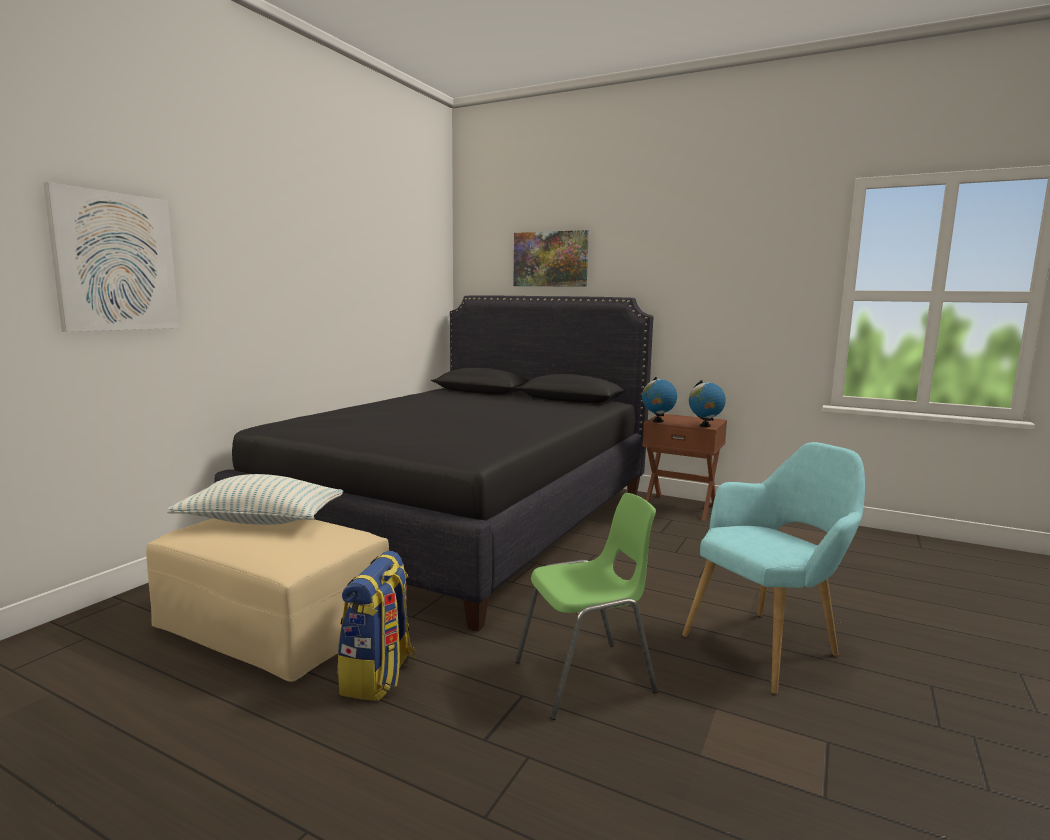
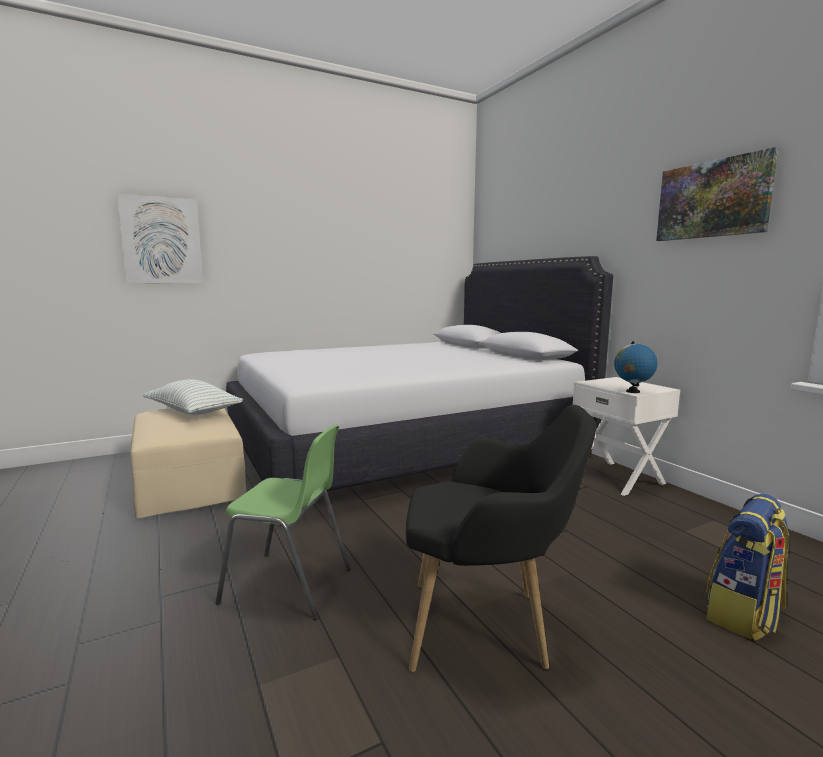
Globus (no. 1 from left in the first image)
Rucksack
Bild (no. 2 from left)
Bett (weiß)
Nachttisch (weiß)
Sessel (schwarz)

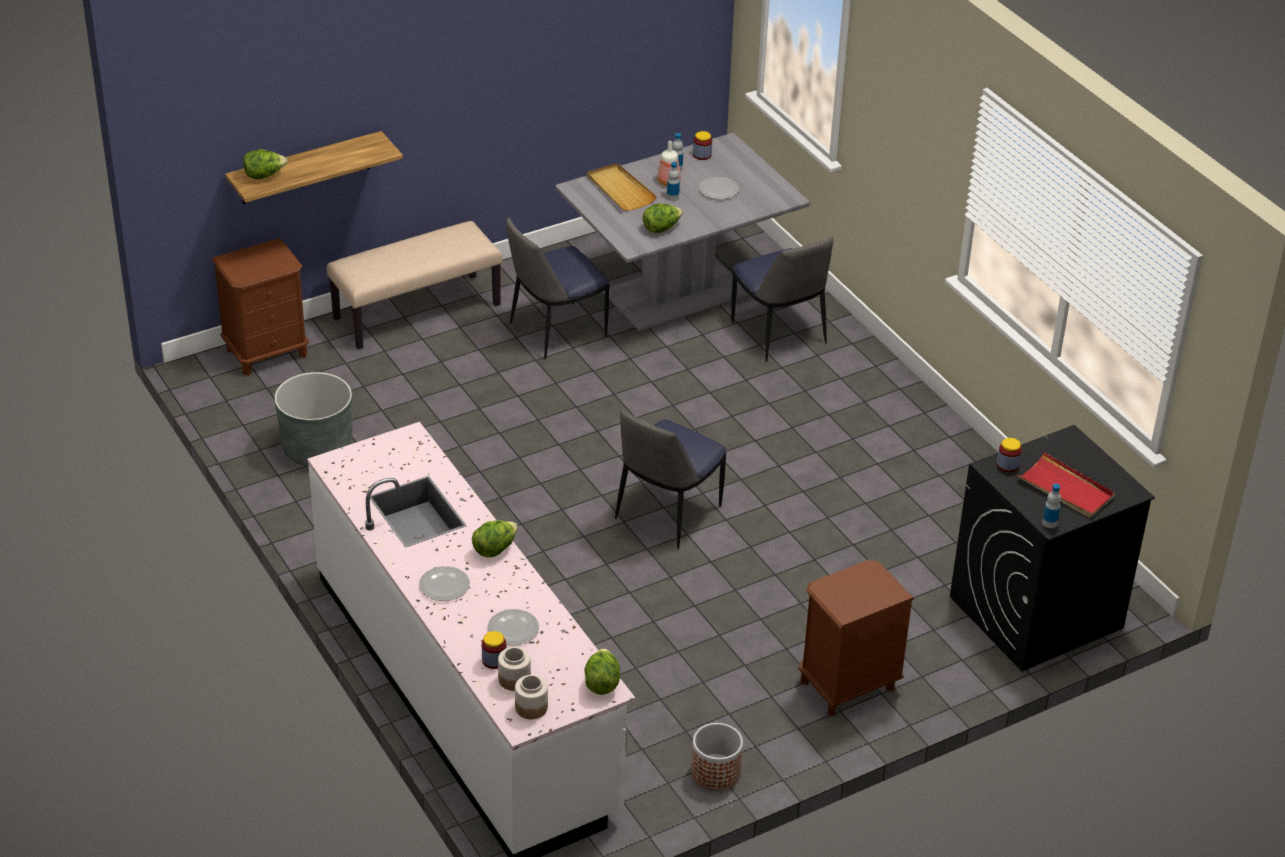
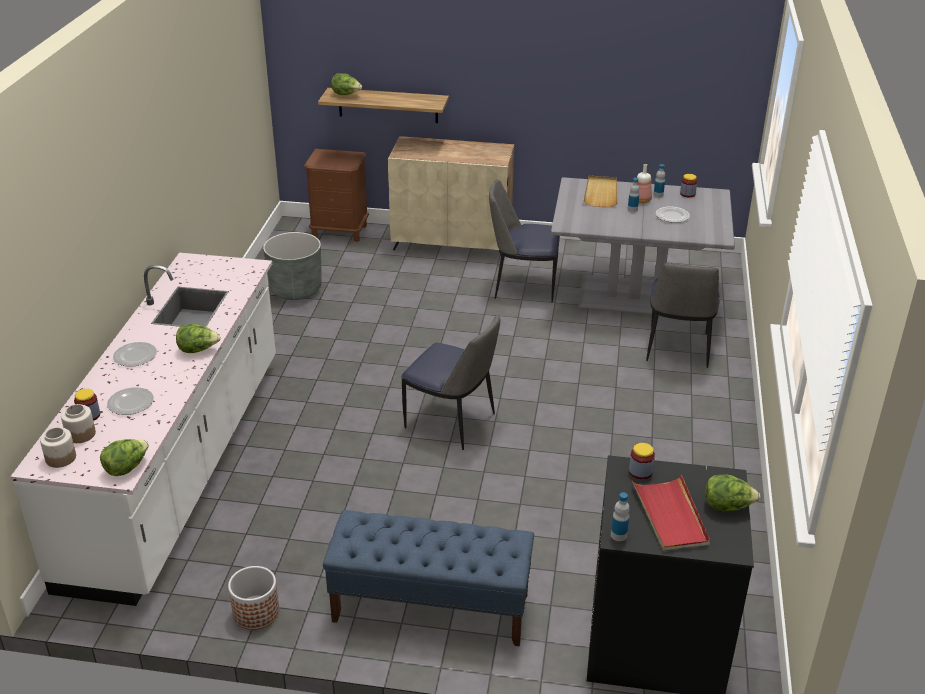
Salatkopf (no. 4 from left)
Schrank (beige)
Bank (blau)
Stuhl (no. 1 from left)

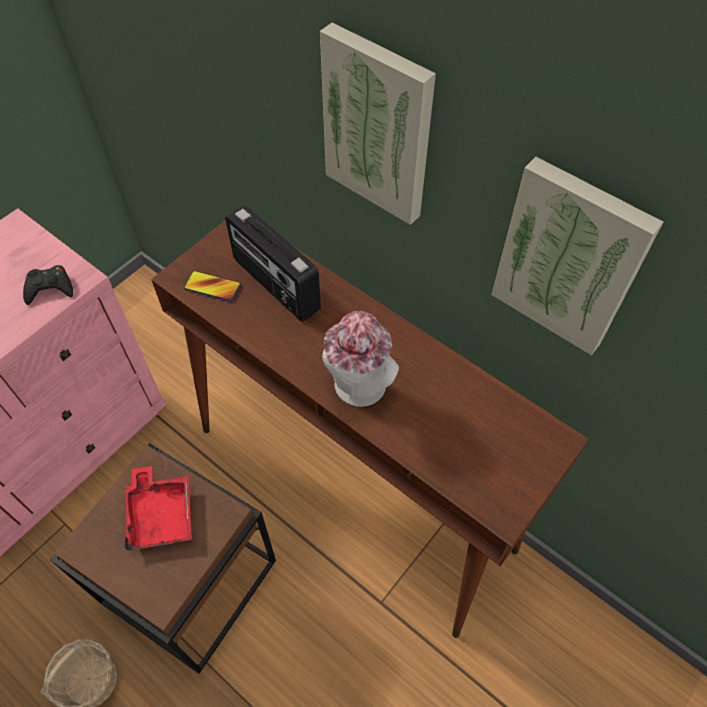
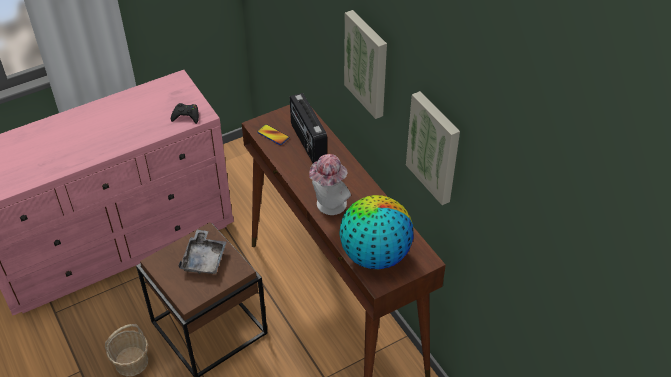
Globus
Tablett (grau)

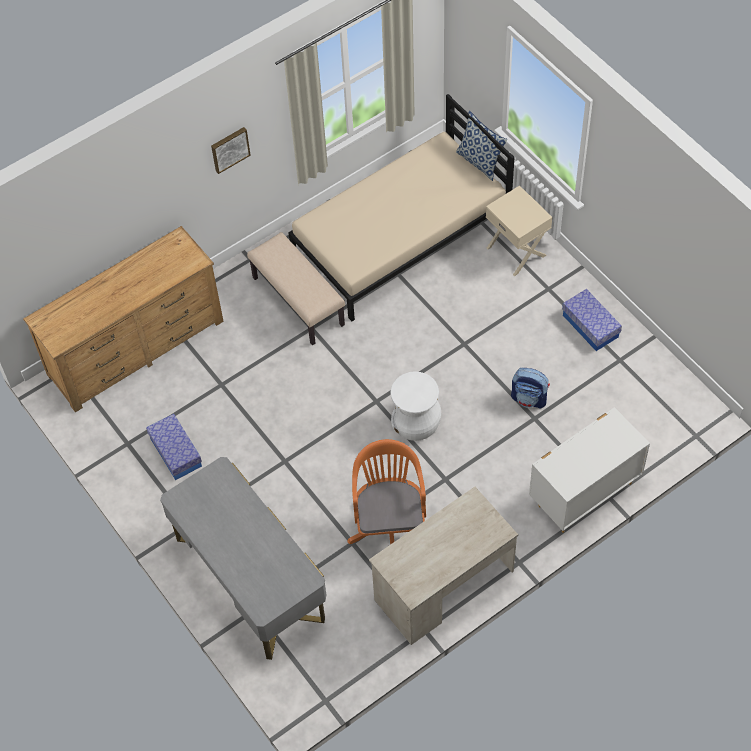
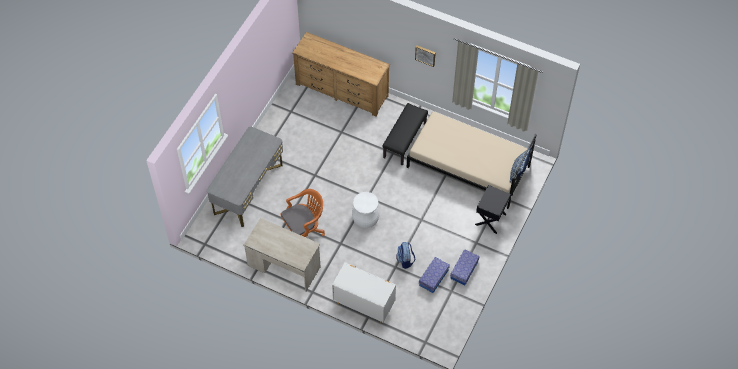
Aufbewahrungsbox (no. 1 from left)
Bank (schwarz)
Nachttisch (schwarz)

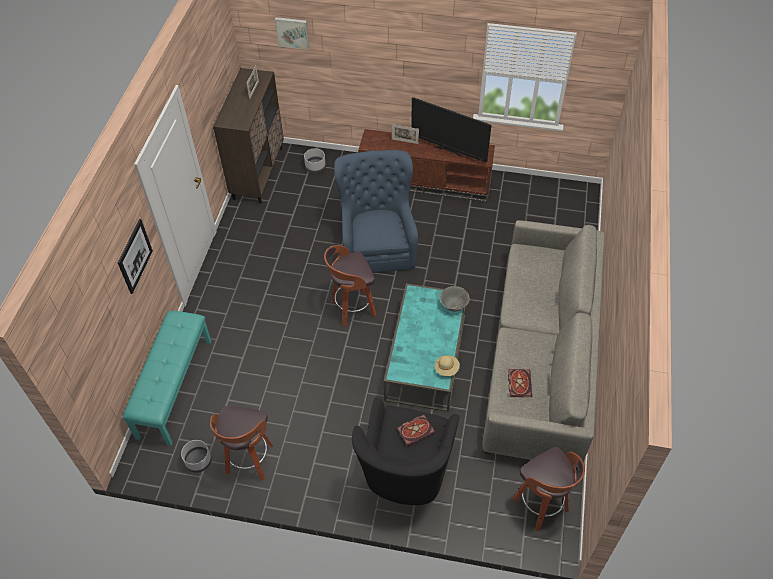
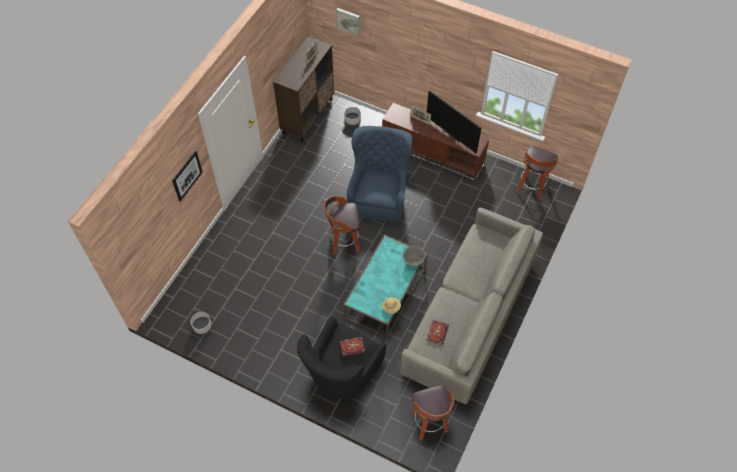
Bank (türkis)
Hocker (no. 3 from left)

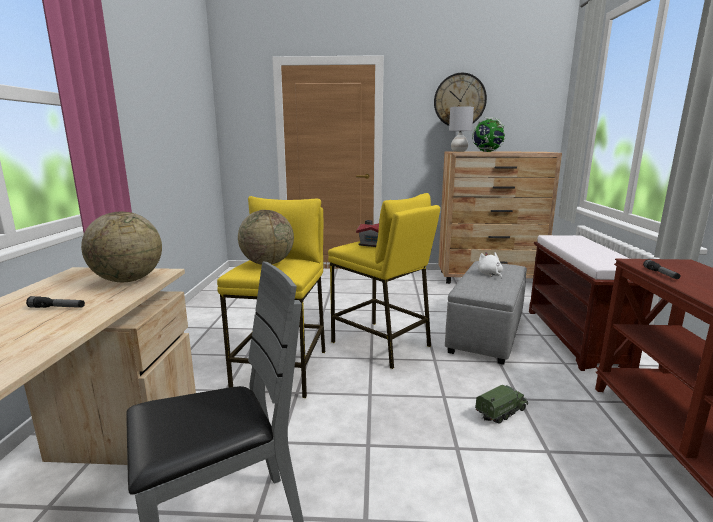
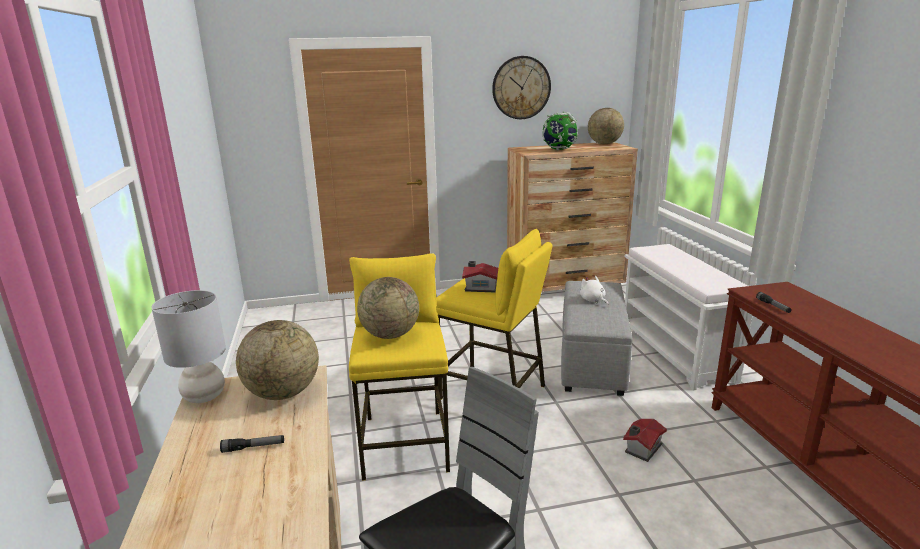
Globus (no. 4 from left)
Tischlampe (grau)
Spielzeughaus (no. 2 from left)
Bank (weiß)

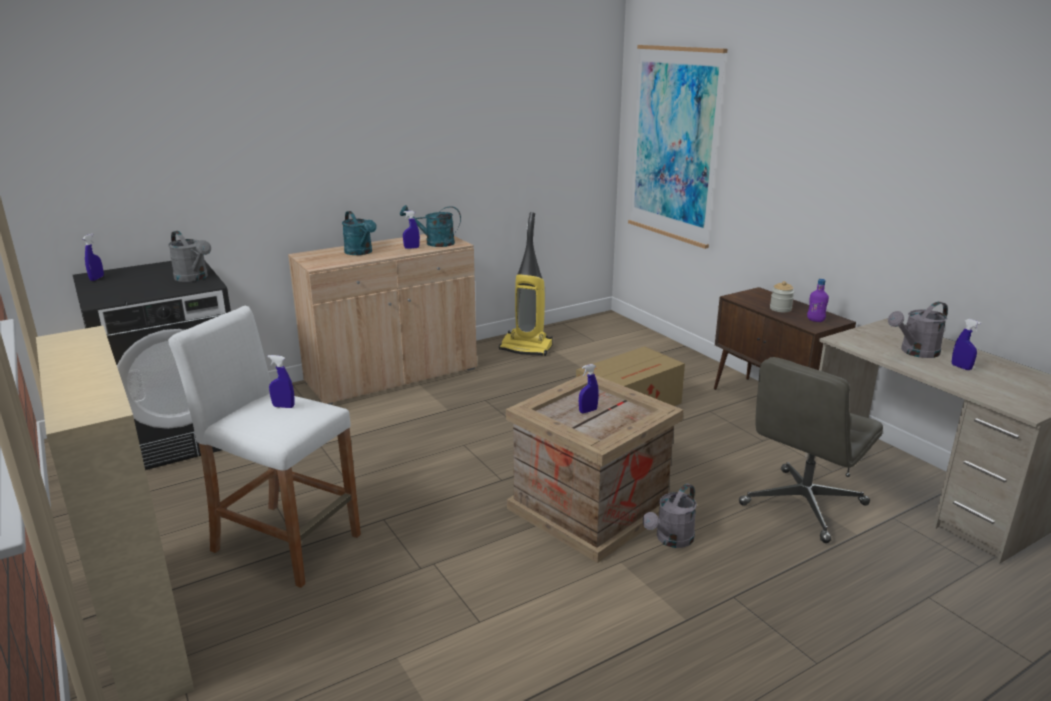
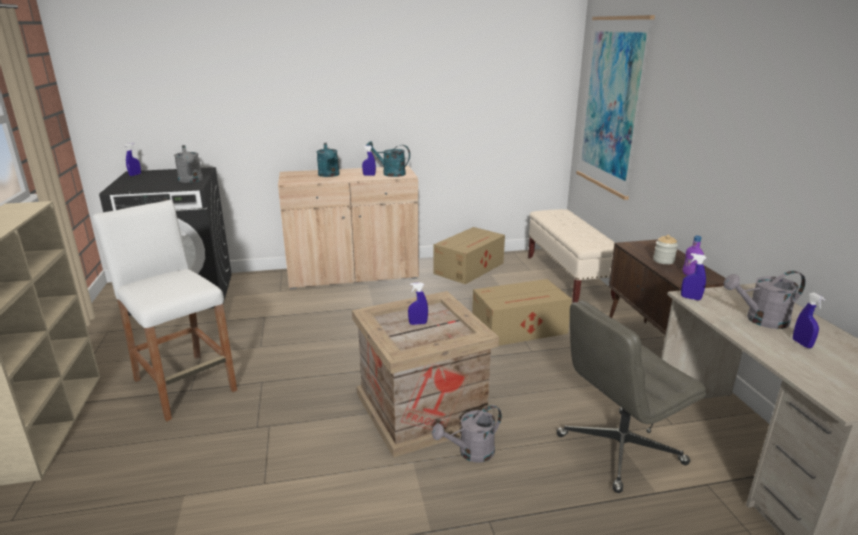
Bank (beige)
Sprühflasche (blau) (no. 4 from left)
Karton (no. 1 from left)

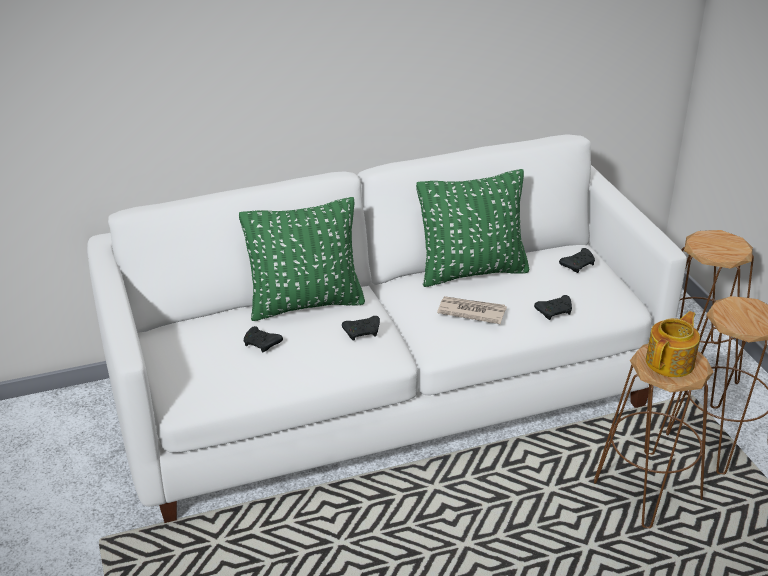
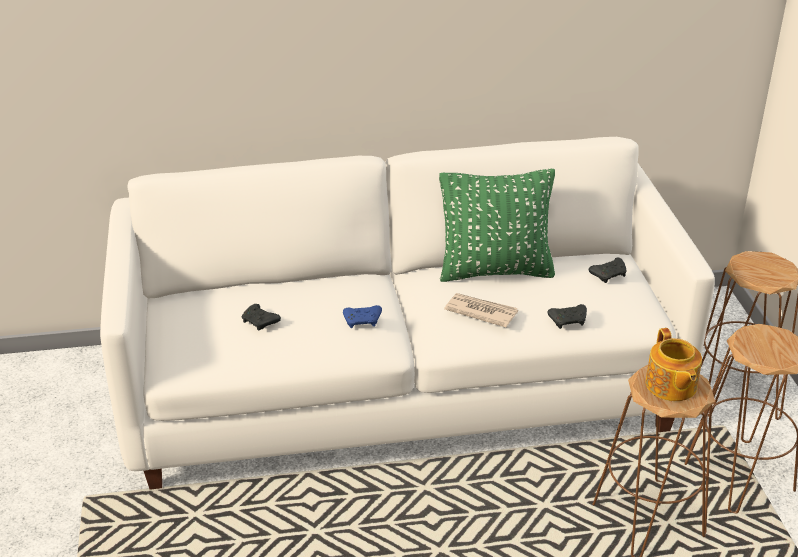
Kissen (grün) (no. 1 from left in the first image)
Gamepad (blau)
Teekanne

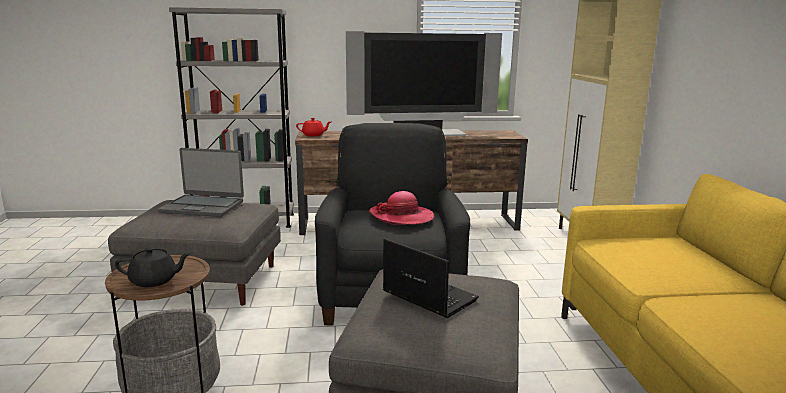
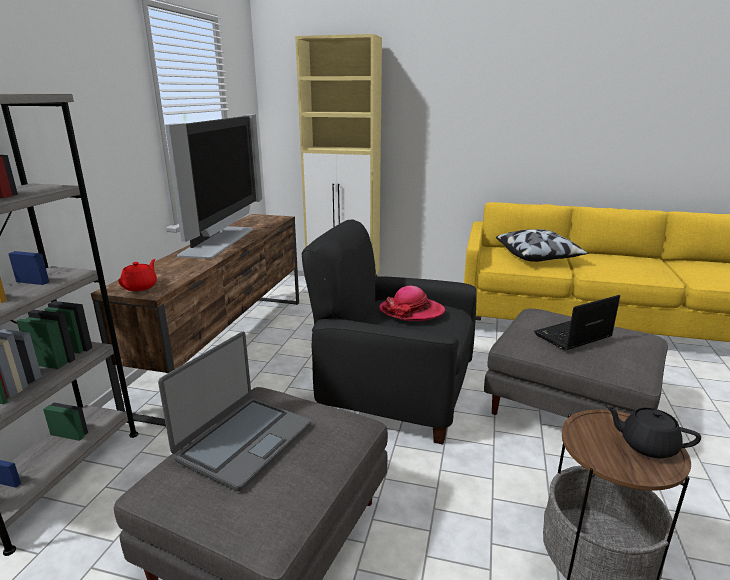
Kissen
Teekanne (schwarz)

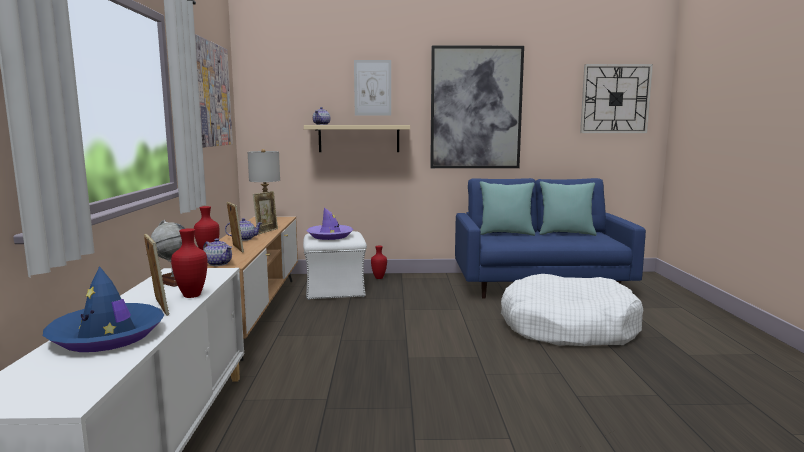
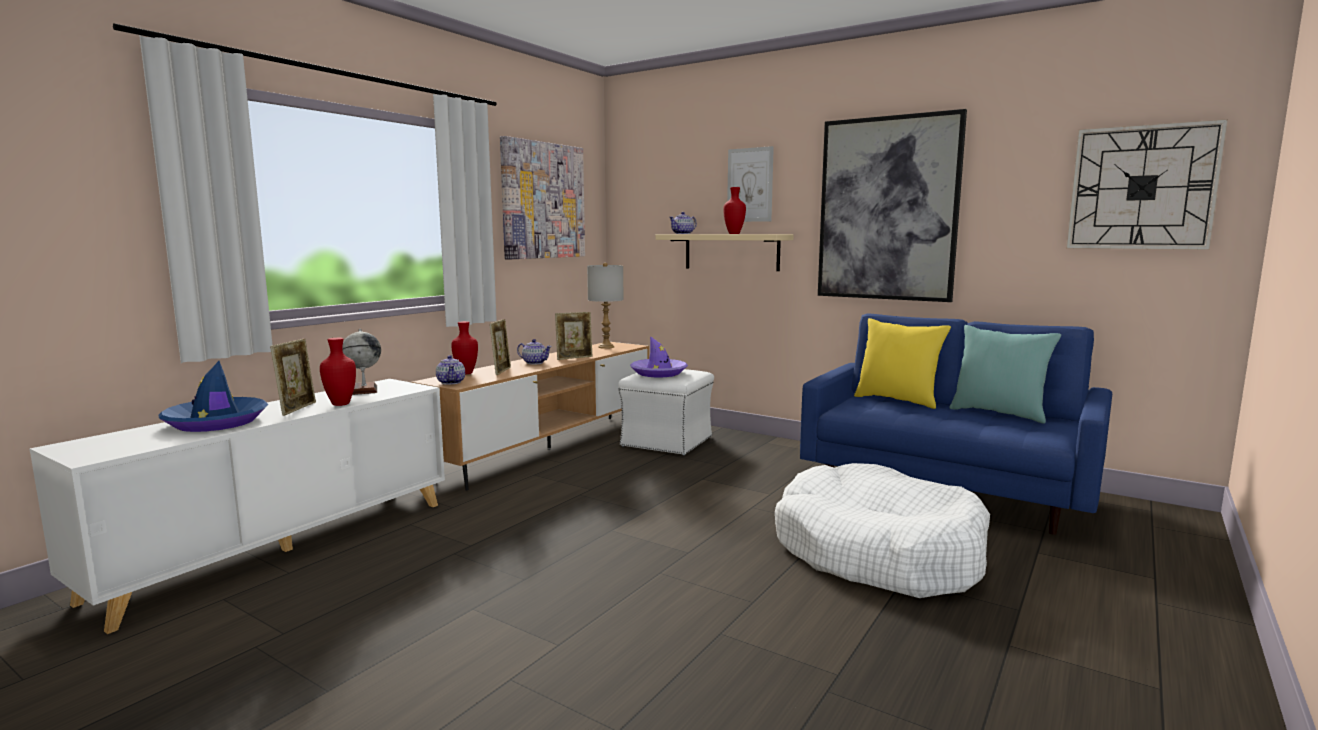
Vase (rot) (no. 3 from left)
Kissen (gelb)

